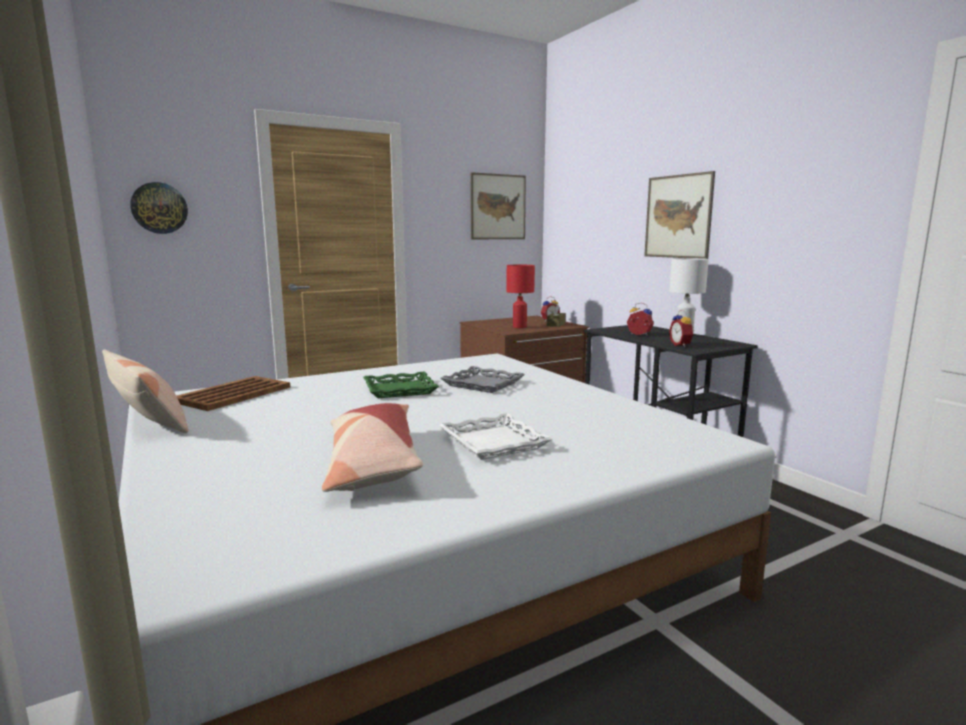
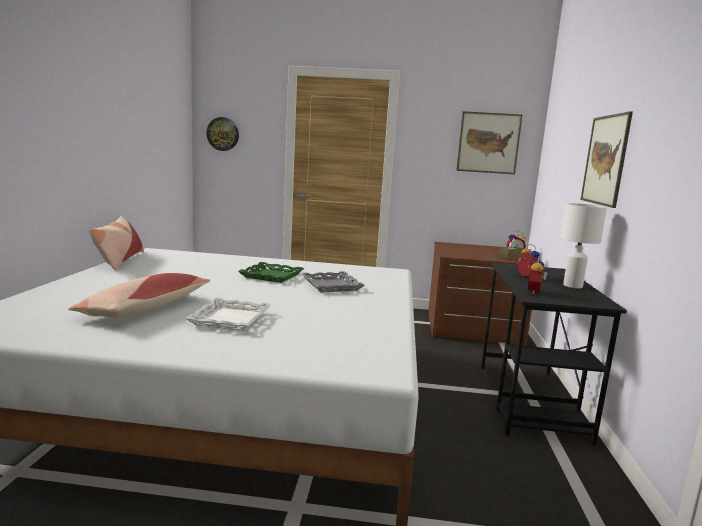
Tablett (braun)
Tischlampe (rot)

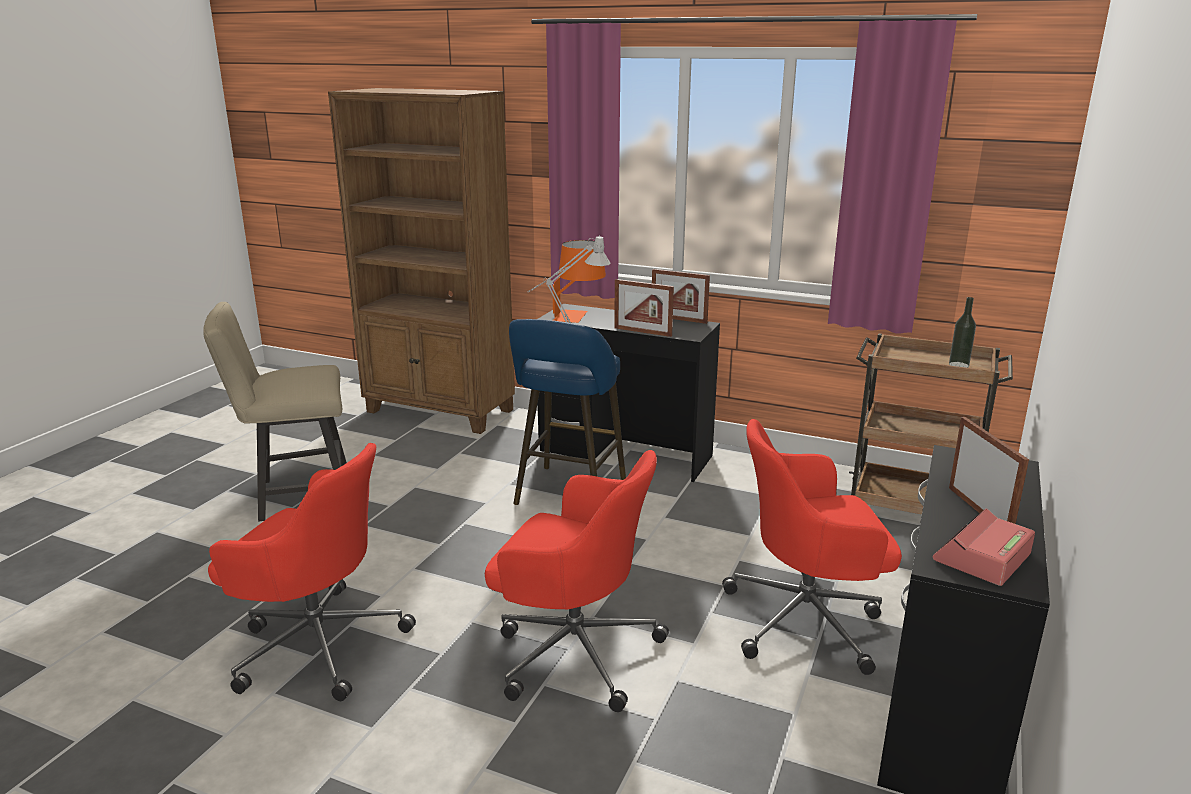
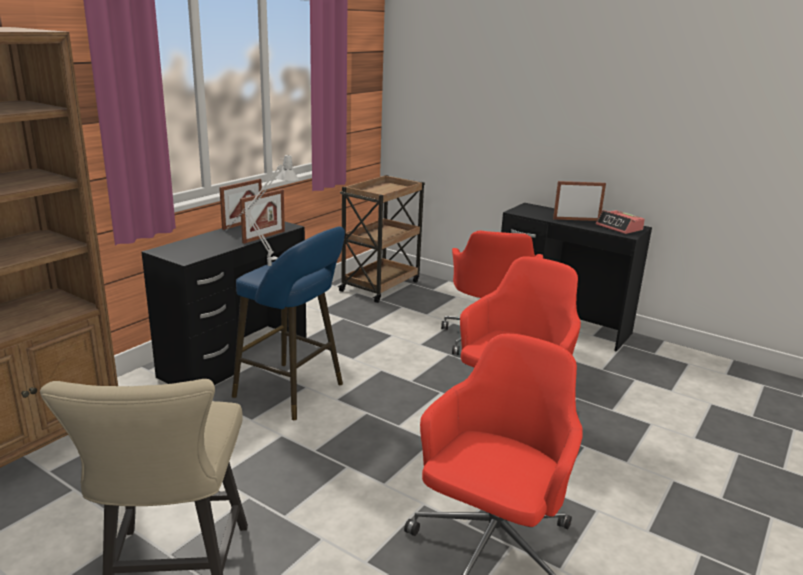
Tischlampe (orange)
Flasche

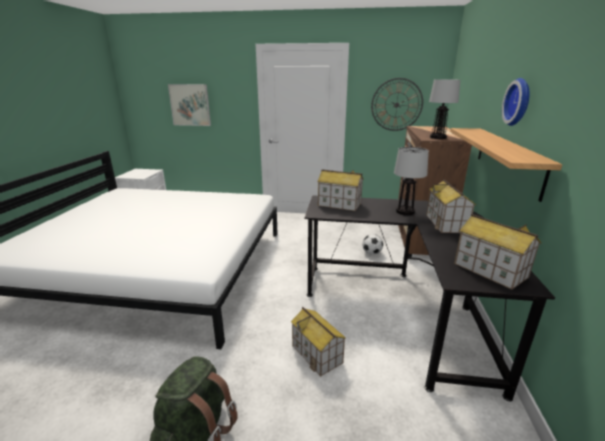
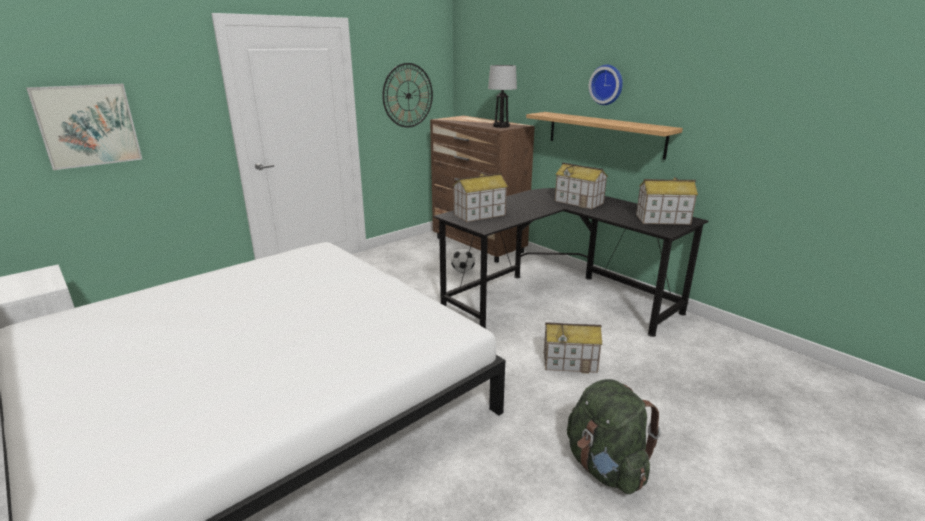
Tischlampe (no. 1 from left in the first image)

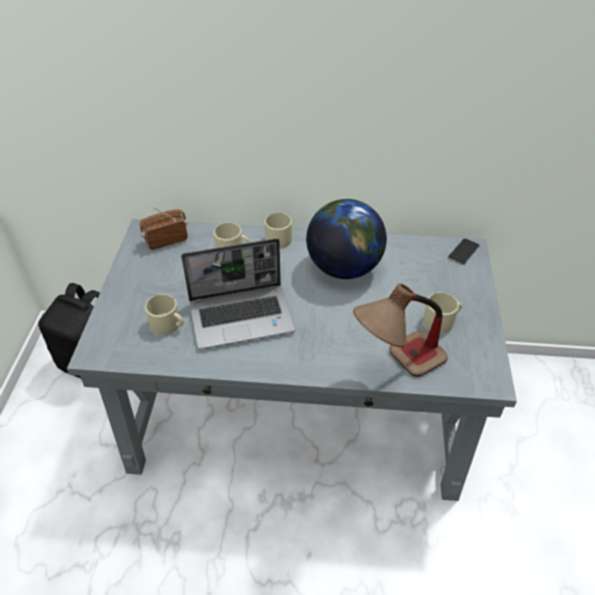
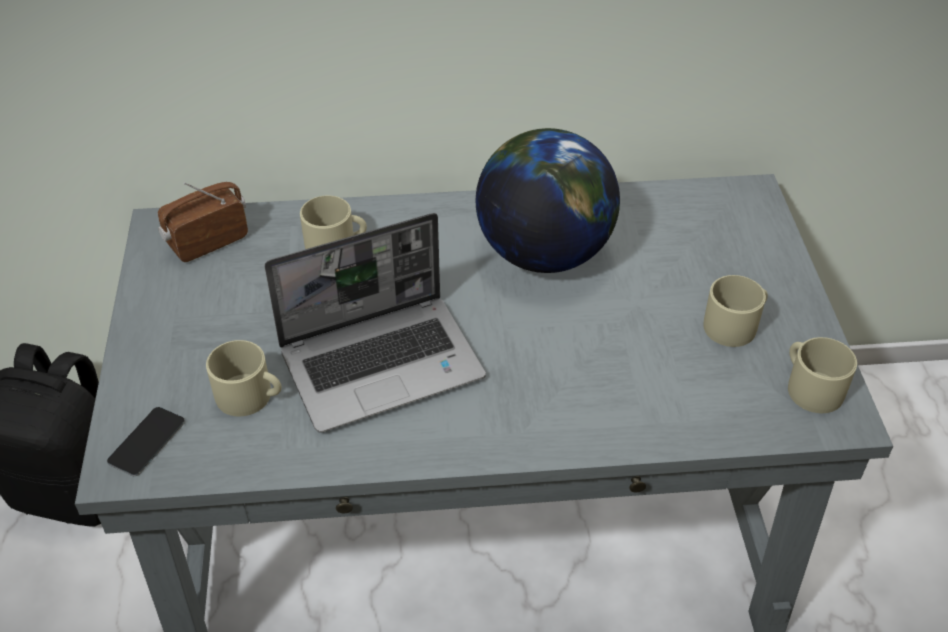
Tischlampe
Henkelbecher (beige) (no. 4 from left)
Handy

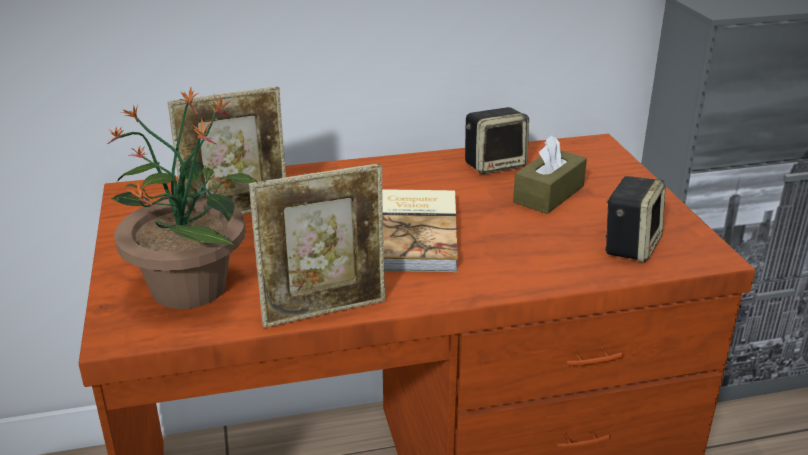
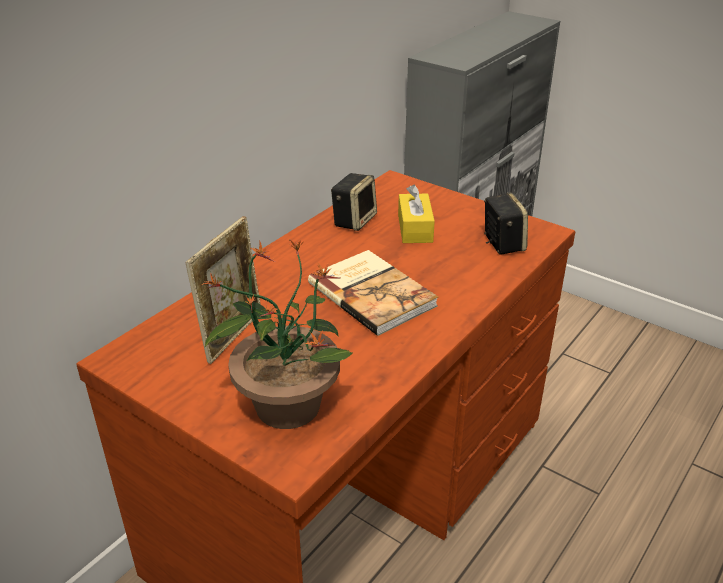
Bilderrahmen (no. 2 from left in the first image)
Taschentuchbox (gelb)

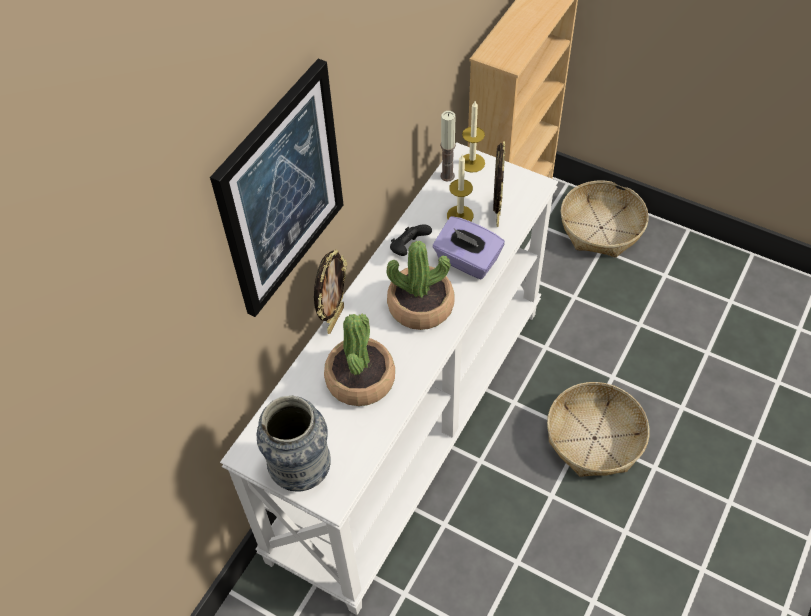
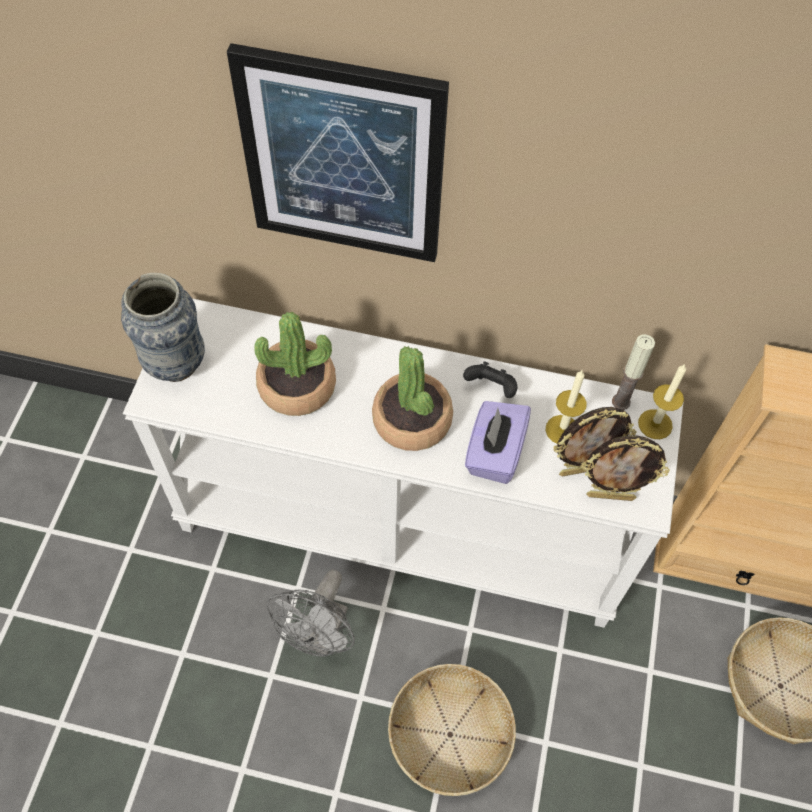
Ventilator (grau)
Bilderrahmen (no. 2 from left)

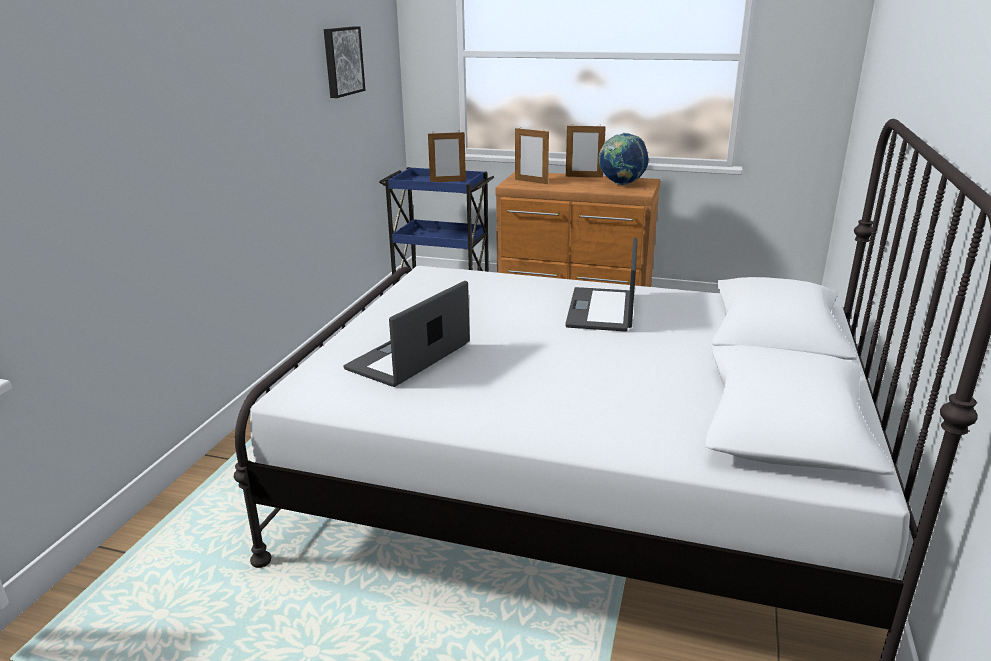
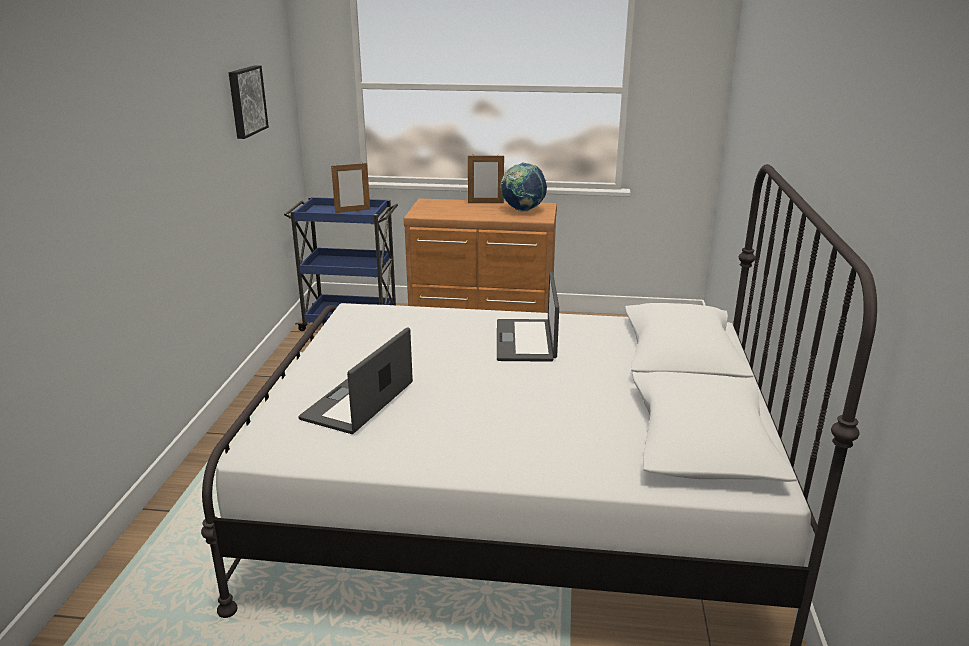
Bilderrahmen (no. 2 from left in the first image)

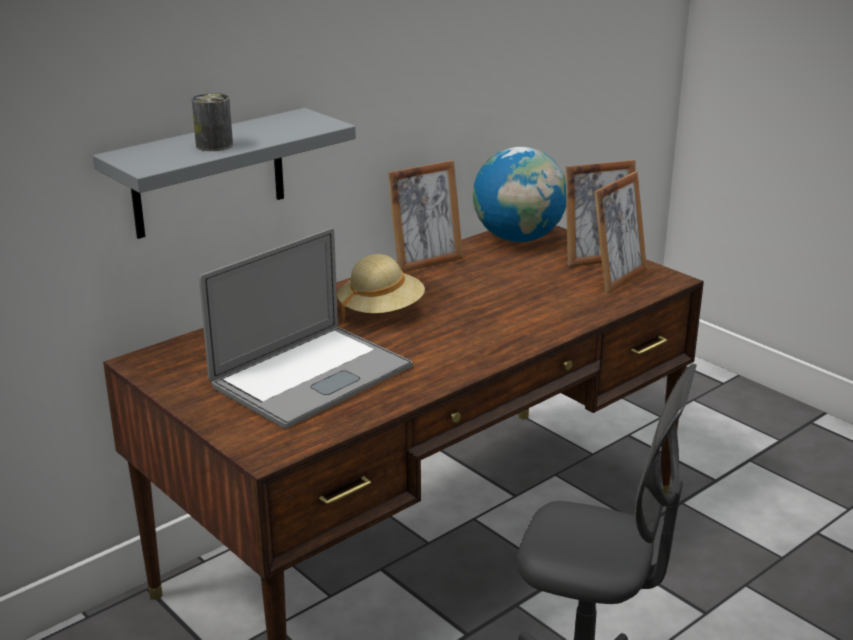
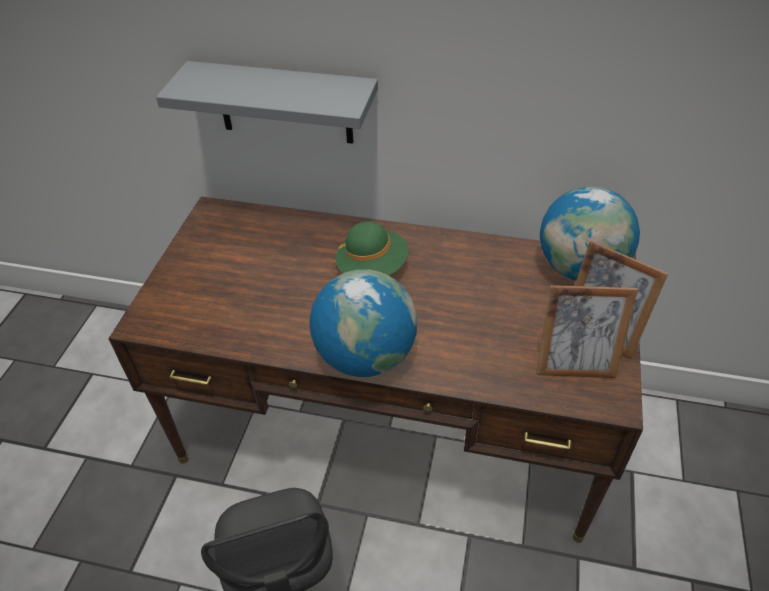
Dose
Laptop
Bilderrahmen (no. 1 from left in the first image)
Globus (no. 1 from left)
Hut (grün)

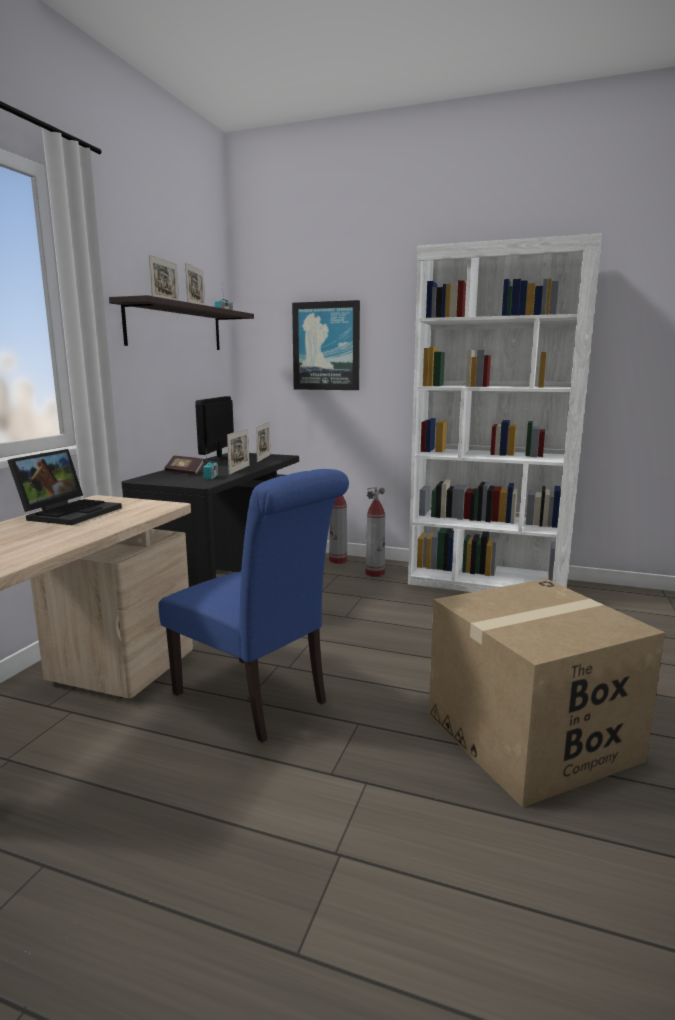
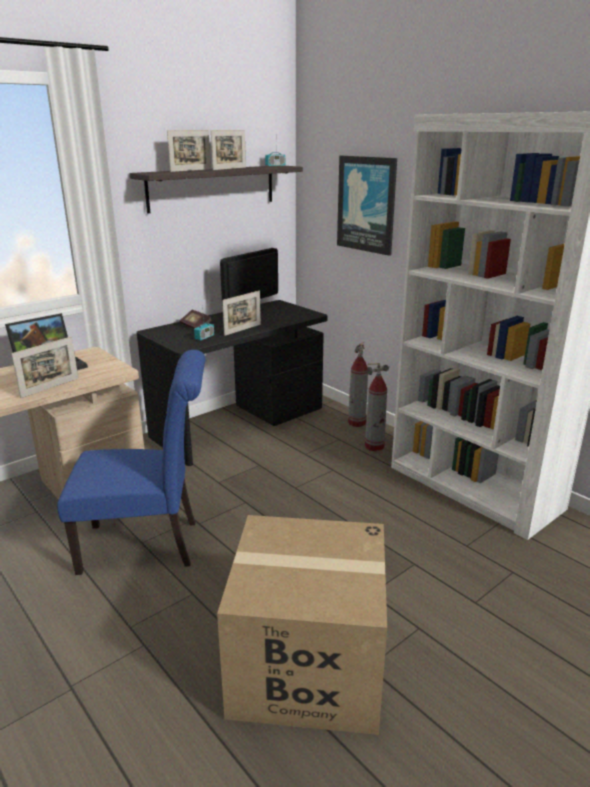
Bilderrahmen (no. 1 from left)
Stuhl (blau)

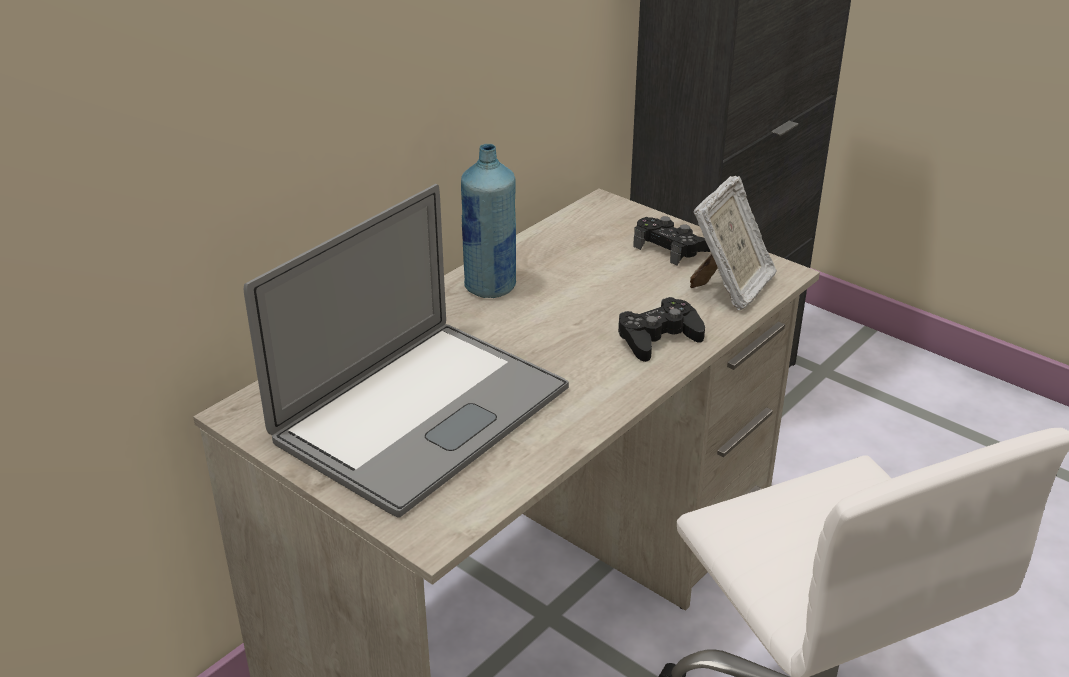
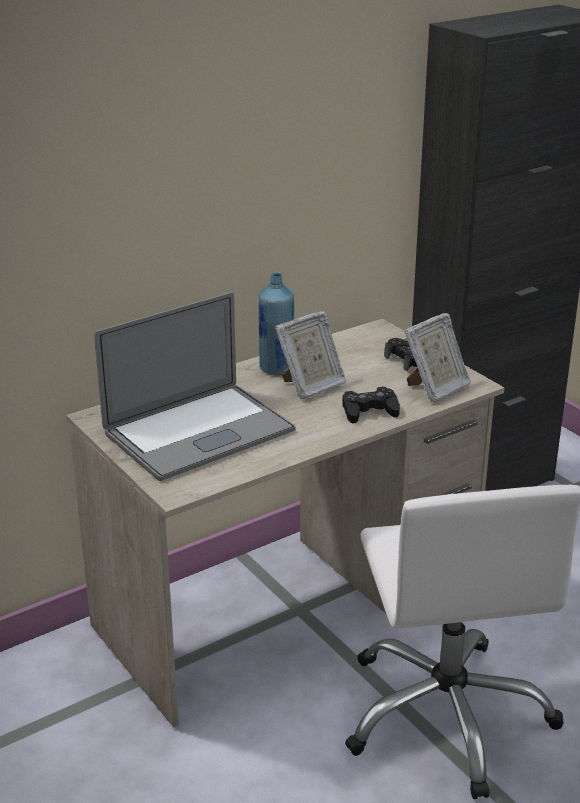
Bilderrahmen (no. 1 from left)

